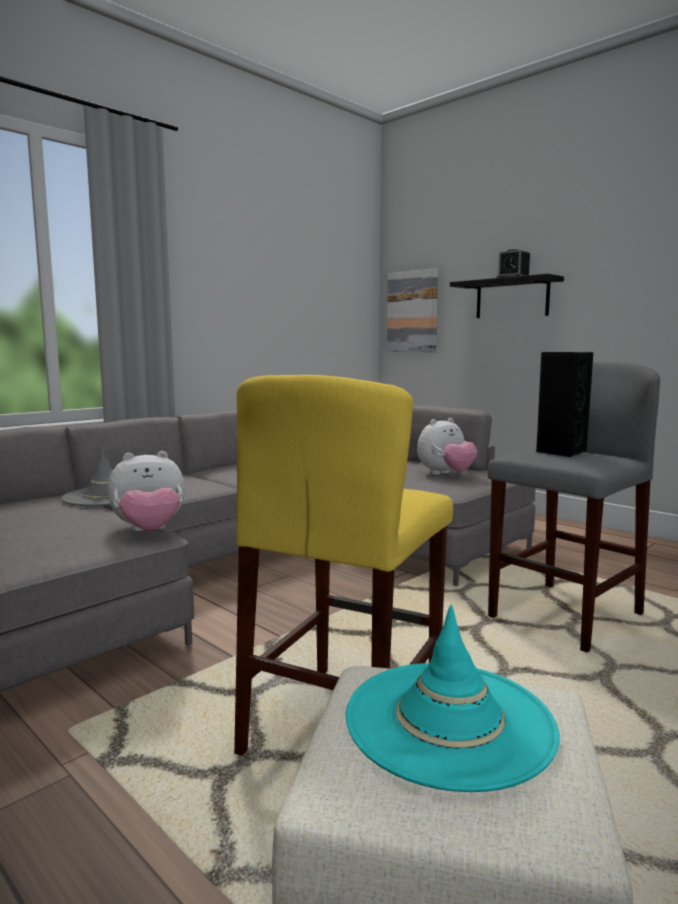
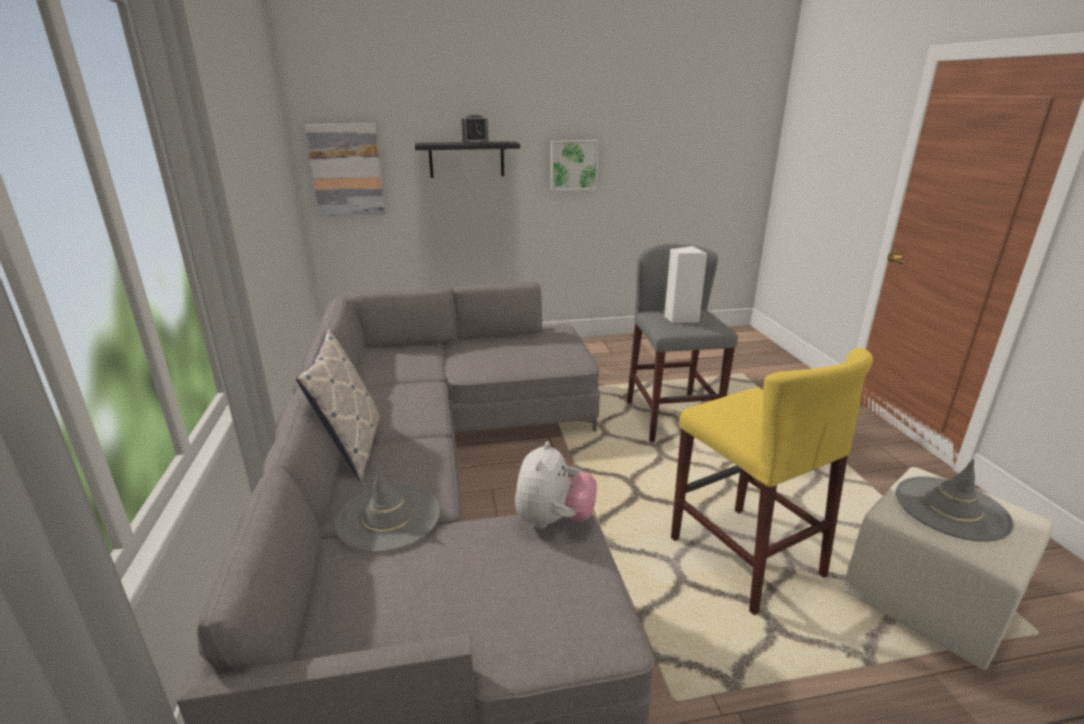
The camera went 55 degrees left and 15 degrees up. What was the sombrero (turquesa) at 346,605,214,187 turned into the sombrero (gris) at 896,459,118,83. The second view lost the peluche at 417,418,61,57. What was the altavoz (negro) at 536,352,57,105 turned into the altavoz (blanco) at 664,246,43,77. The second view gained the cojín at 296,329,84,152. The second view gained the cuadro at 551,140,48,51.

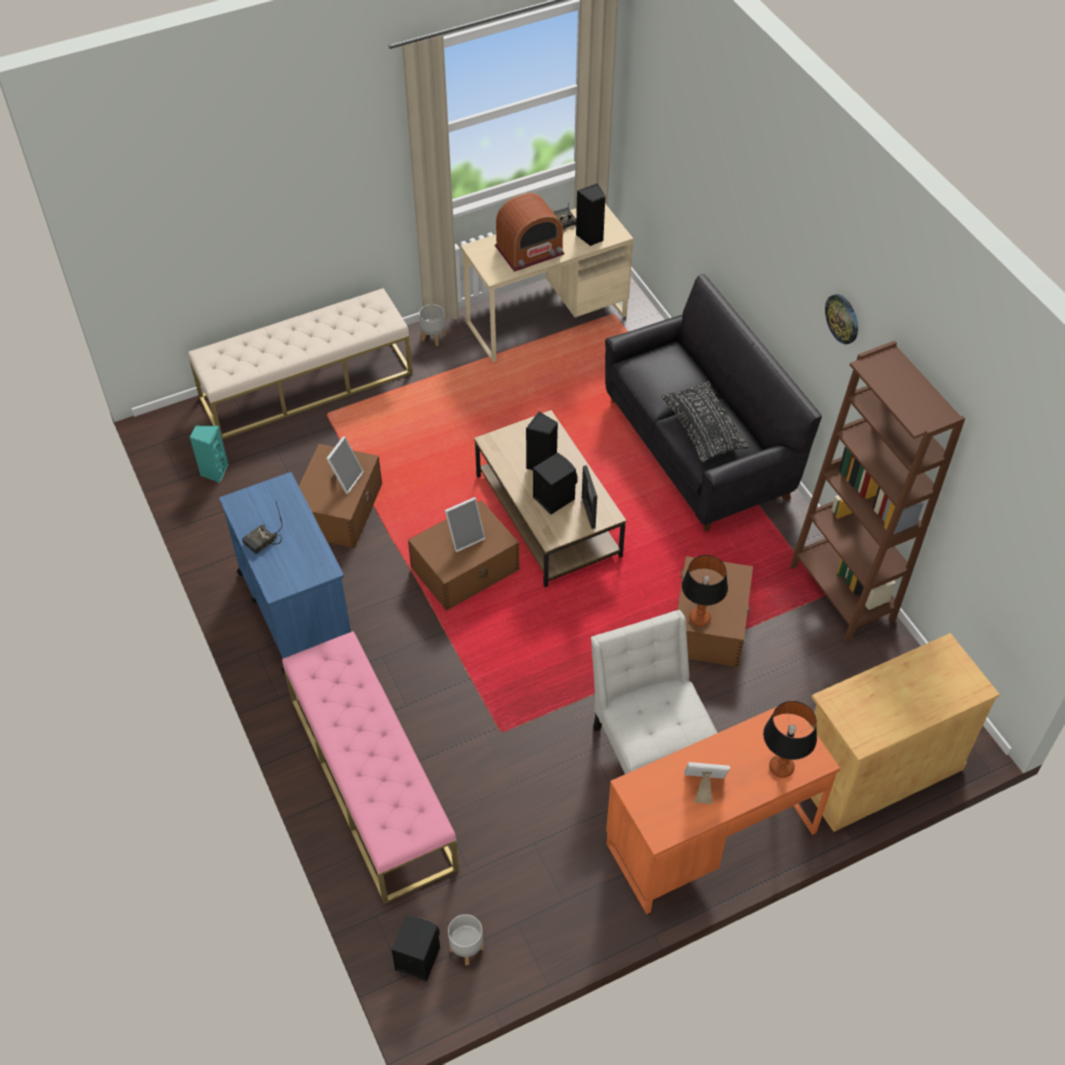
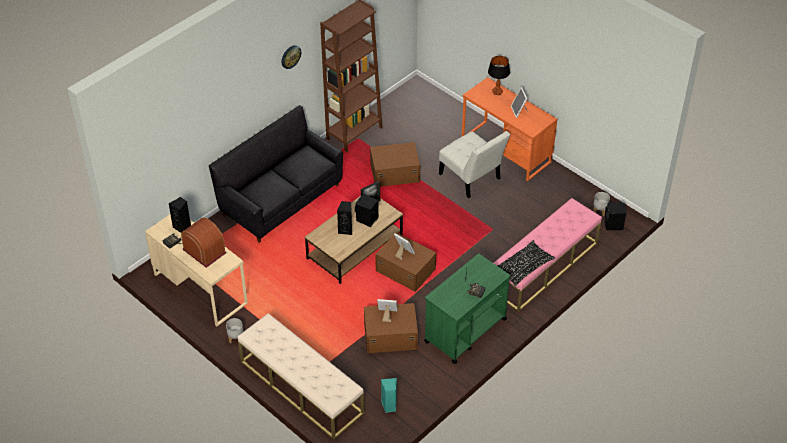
The camera went 110 degrees left and 5 degrees down. What was the carrito (azul) at 219,472,132,202 turned into the carrito (verde) at 424,254,86,110. The silla (blanco) at 591,610,127,164 ended up facing another way, 90 degrees counterclockwise from before. The cojín (negro) ended up elsewhere, having gone from 661,381,90,82 to 498,240,57,46. The second view lost the lámpara de mesa at 682,555,46,72. The second view lost the armario (beis) at 811,633,189,199.

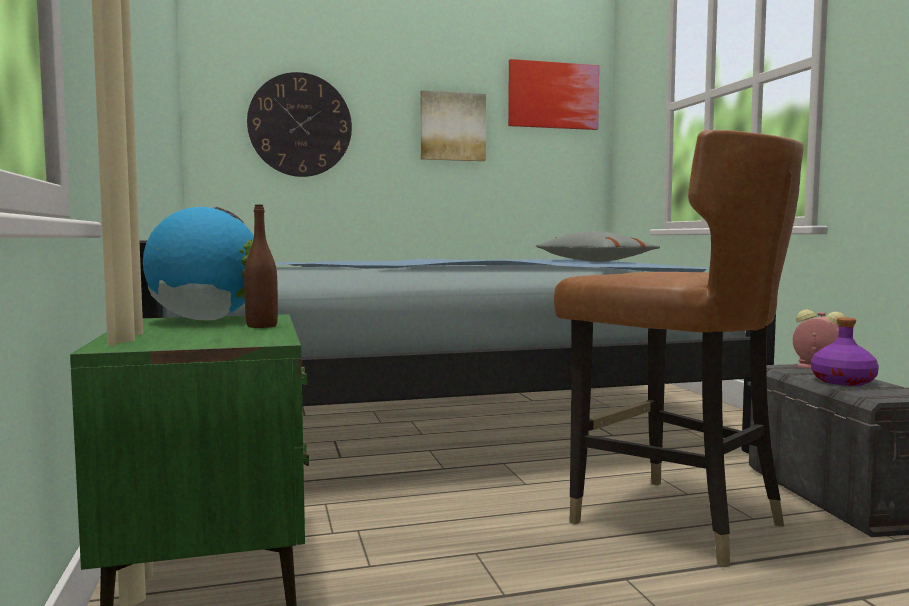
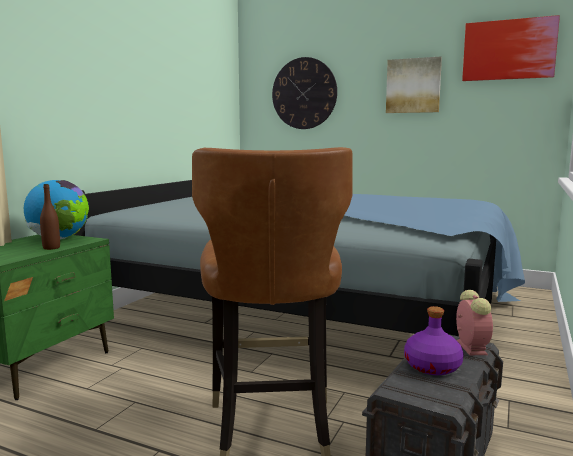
The camera went 40 degrees right and 5 degrees up. The second view lost the cojín (gris) at 536,231,124,31.

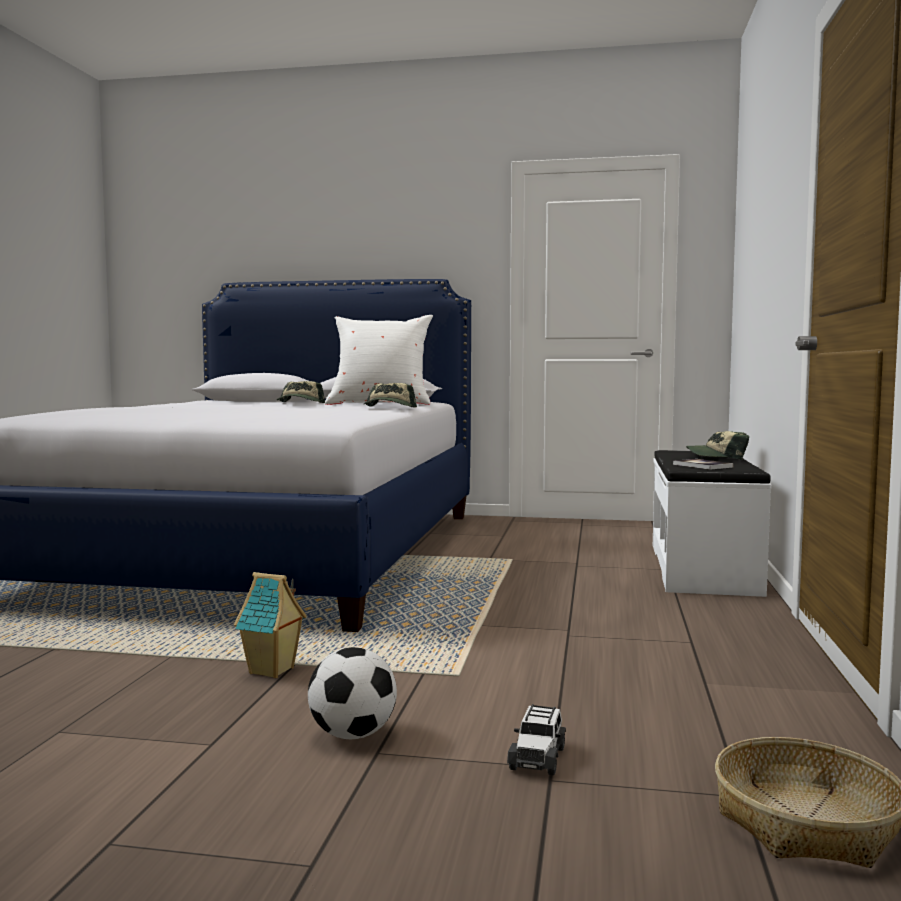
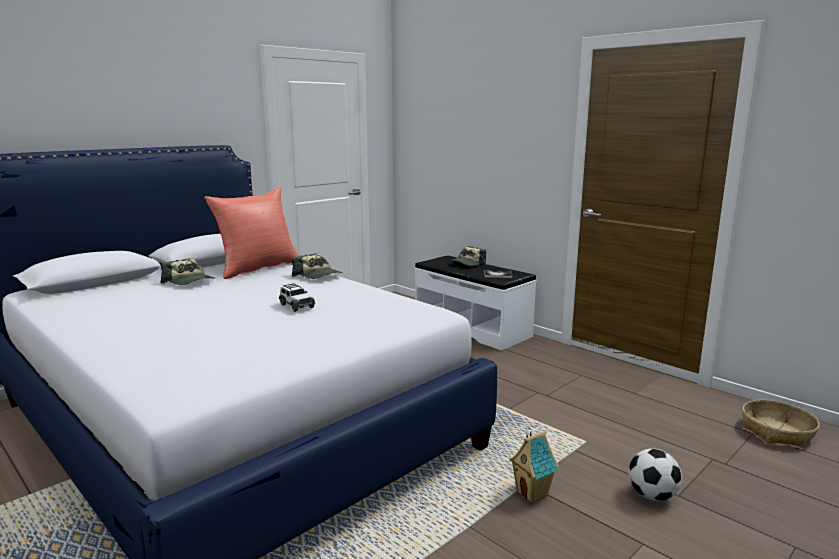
The camera went 55 degrees left and 10 degrees up. What was the cojín (blanco) at 325,315,108,90 turned into the cojín (rojo) at 204,187,95,92. The coche de juguete ended up elsewhere, having gone from 507,704,59,72 to 279,283,36,29.

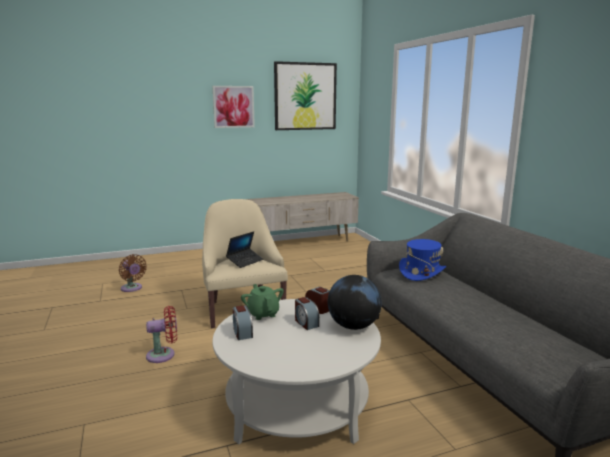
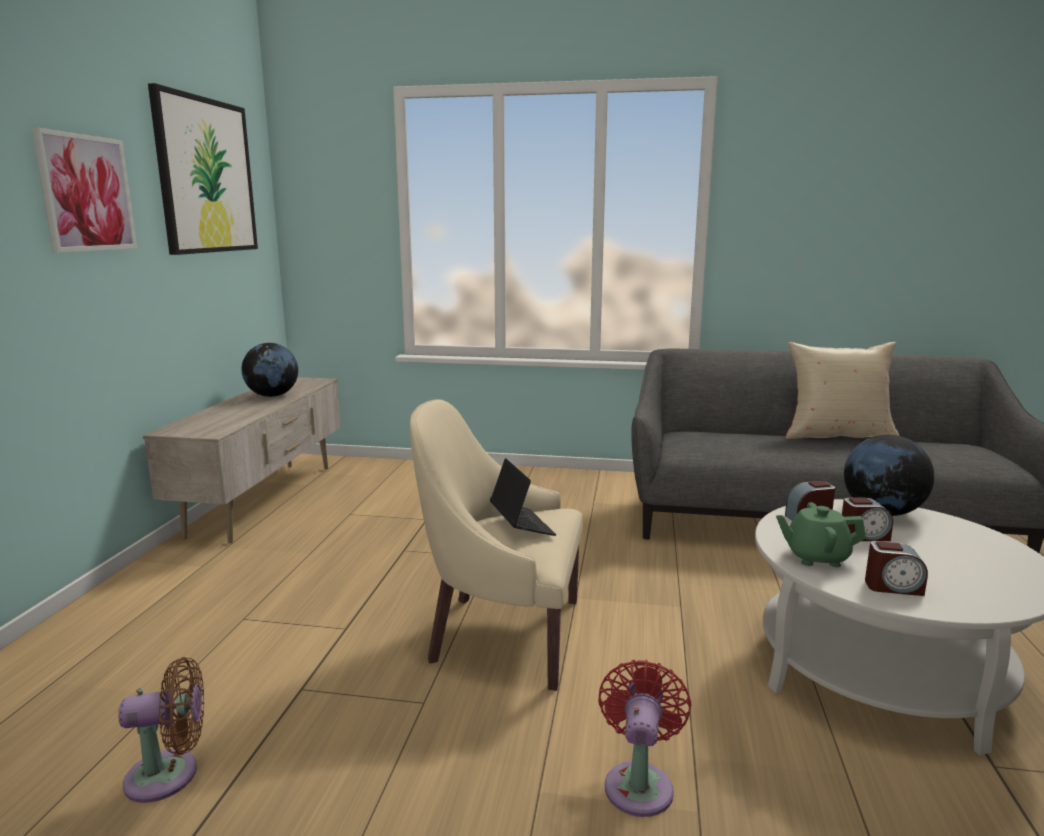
The camera went 60 degrees left and 0 degrees up. The second view lost the sombrero (azul) at 399,239,47,42. The second view gained the globo terráqueo at 241,343,57,54. The second view gained the cojín (beis) at 786,342,113,97.

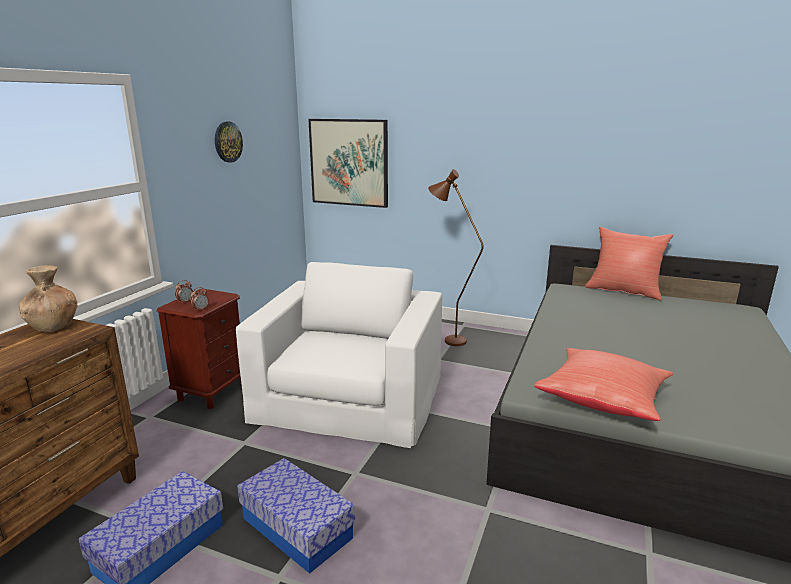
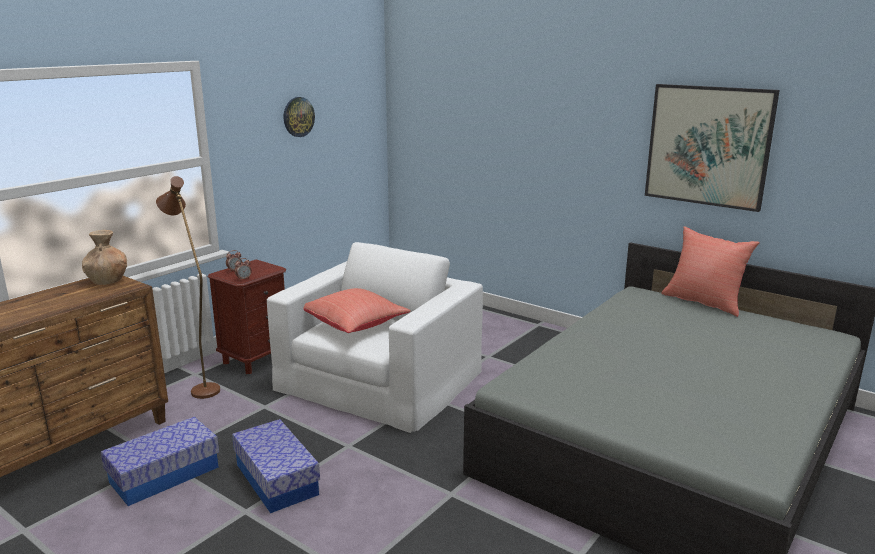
The camera went 15 degrees right and 0 degrees up. The cuadro ended up elsewhere, having gone from 308,119,80,89 to 645,84,135,128. The lámpara de pie (marrón) ended up elsewhere, having gone from 428,169,55,177 to 156,176,64,223. The cojín (rojo) ended up elsewhere, having gone from 534,348,139,73 to 303,288,108,45.

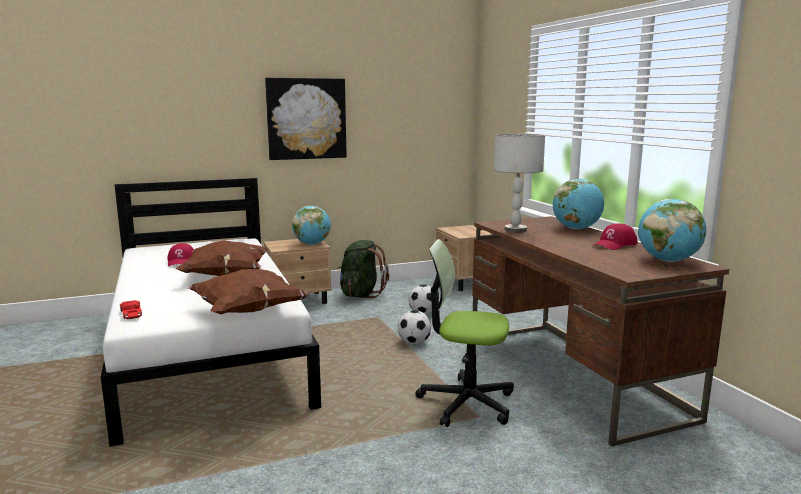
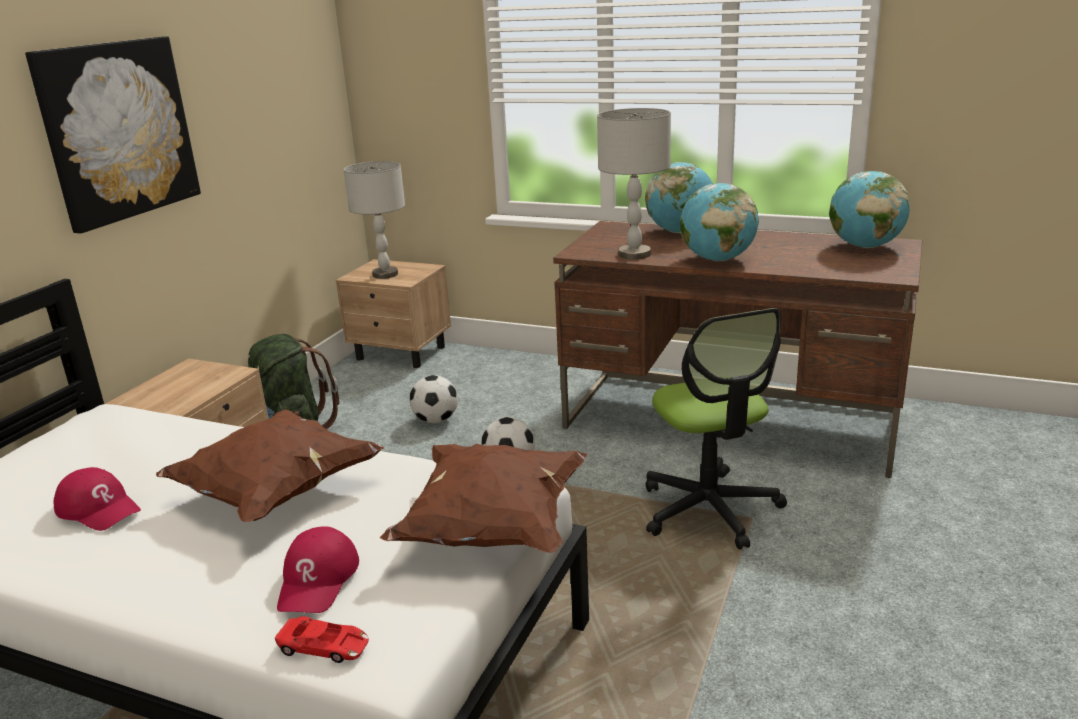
The camera went 45 degrees left and 10 degrees up. The globo terráqueo ended up elsewhere, having gone from 292,206,39,39 to 680,183,79,78. The silla de oficina at 415,239,99,188 ended up facing another way, 75 degrees counterclockwise from before. The gorra (rojo) ended up elsewhere, having gone from 592,223,45,27 to 277,526,82,87. The second view gained the lámpara de mesa (gris) at 343,161,62,118.

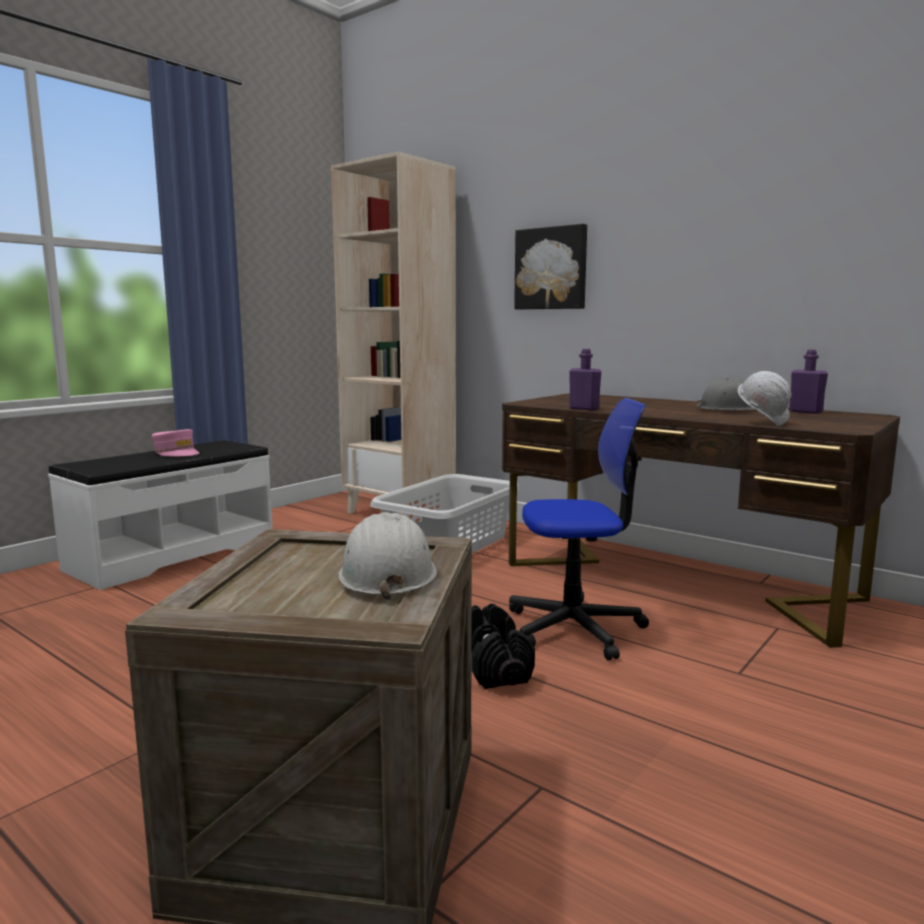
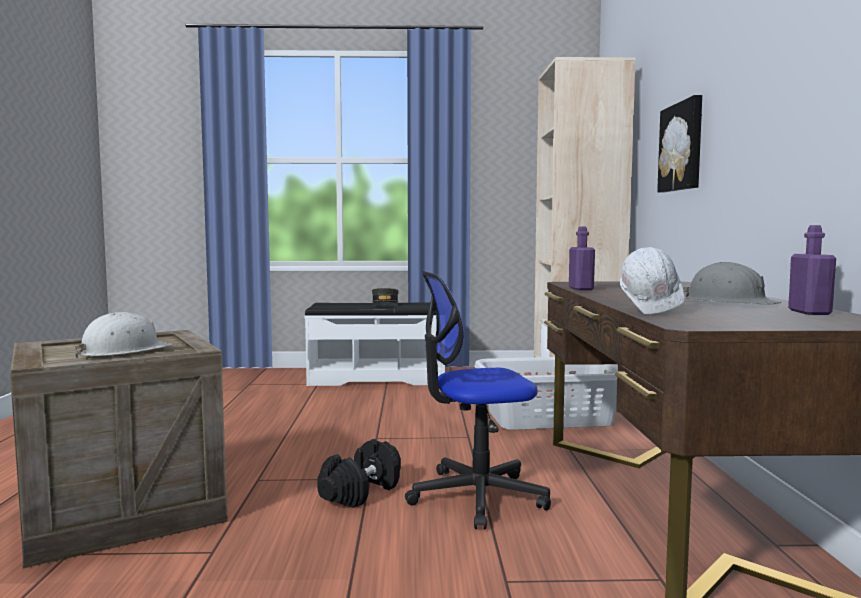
The camera went 50 degrees right and 5 degrees down. What was the gorra (rosa) at 152,429,47,27 turned into the gorra (gris) at 372,288,27,19. The silla de oficina at 509,398,140,263 ended up facing another way, 120 degrees clockwise from before.

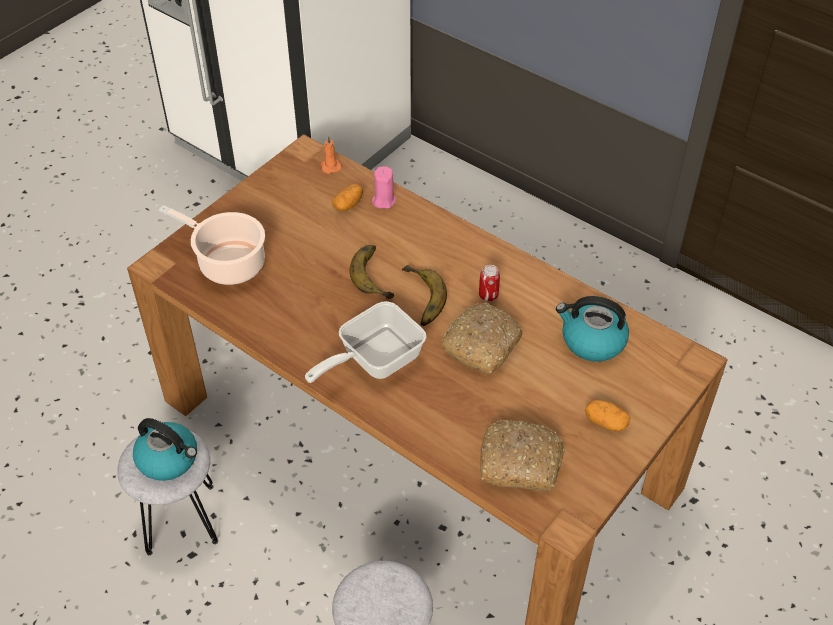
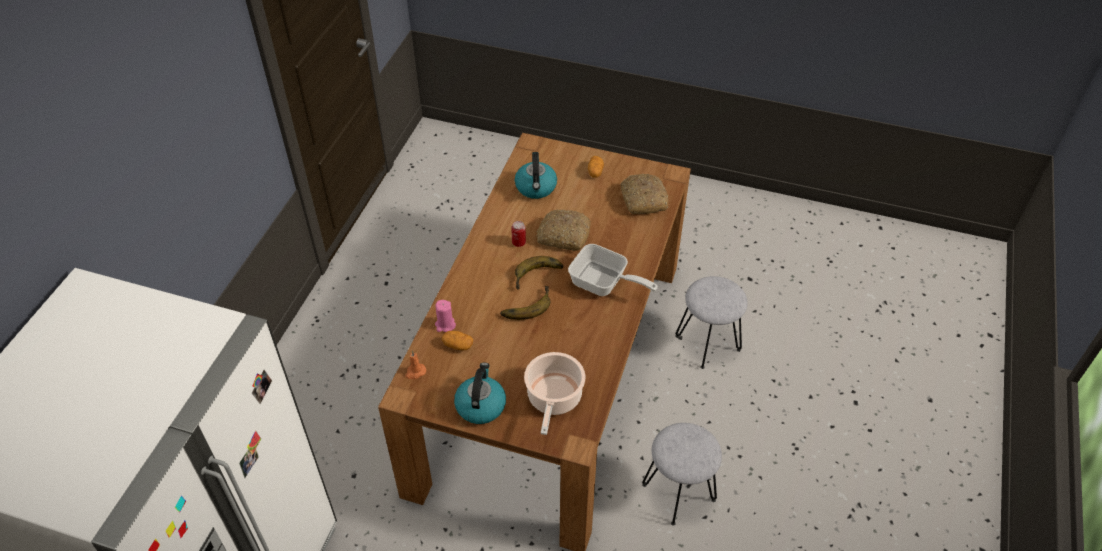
The camera went 110 degrees left and 0 degrees up. The hervidor ended up elsewhere, having gone from 133,418,64,63 to 454,362,52,62.

